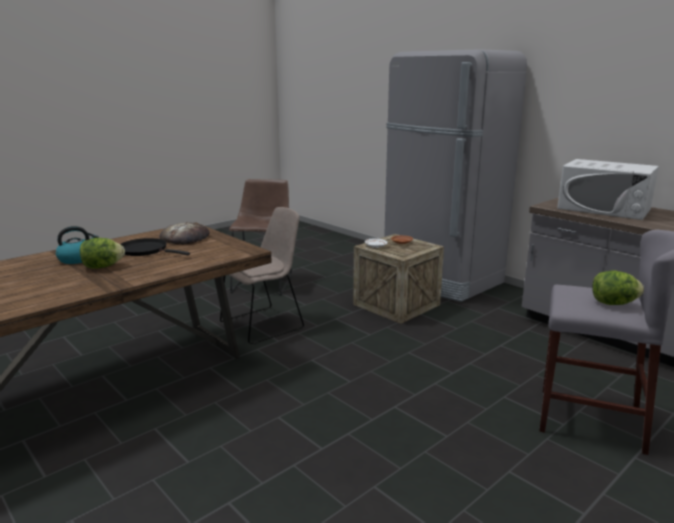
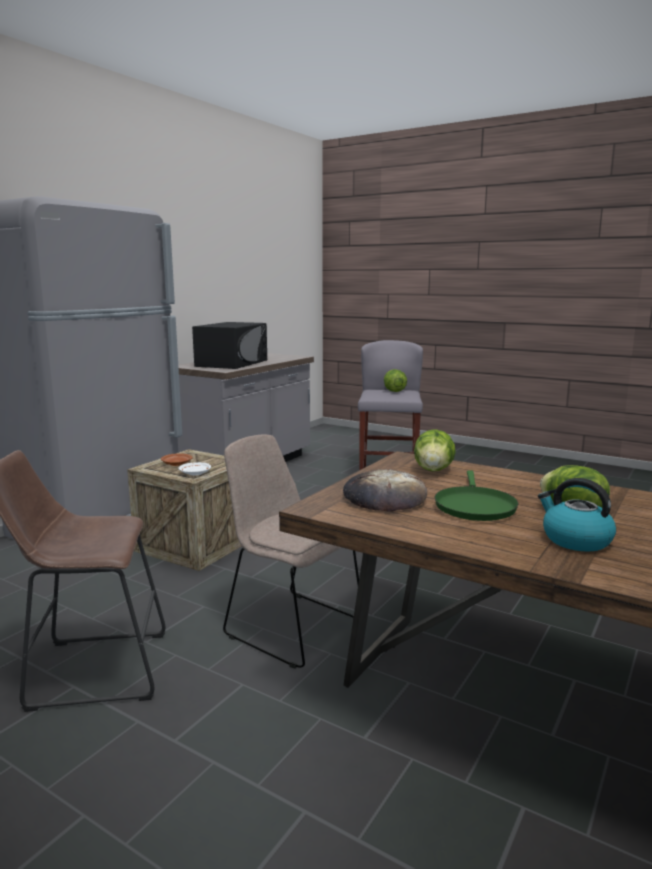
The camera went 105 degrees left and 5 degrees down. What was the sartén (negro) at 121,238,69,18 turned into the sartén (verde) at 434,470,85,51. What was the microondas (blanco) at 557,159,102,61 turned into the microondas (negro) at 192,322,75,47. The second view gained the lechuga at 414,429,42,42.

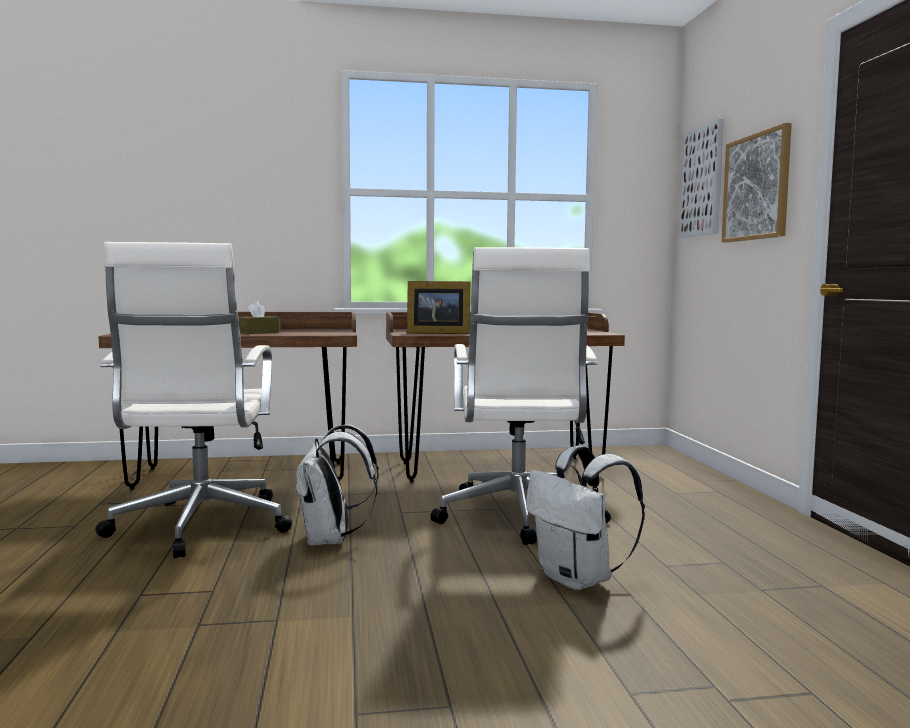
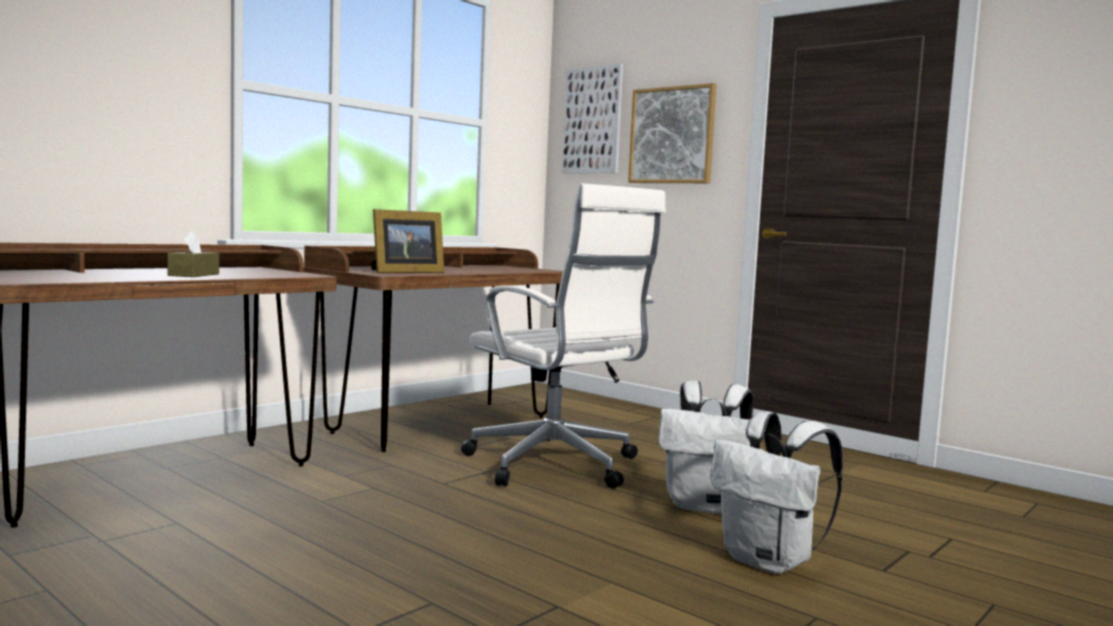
The camera went 40 degrees left and 0 degrees up. The second view lost the silla de oficina (blanco) at 95,242,197,316. The mochila (blanco) ended up elsewhere, having gone from 294,424,85,121 to 710,411,133,163.

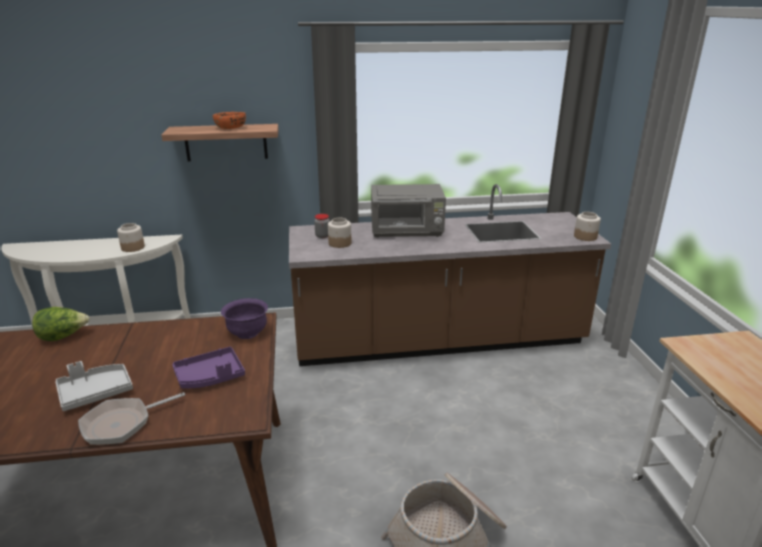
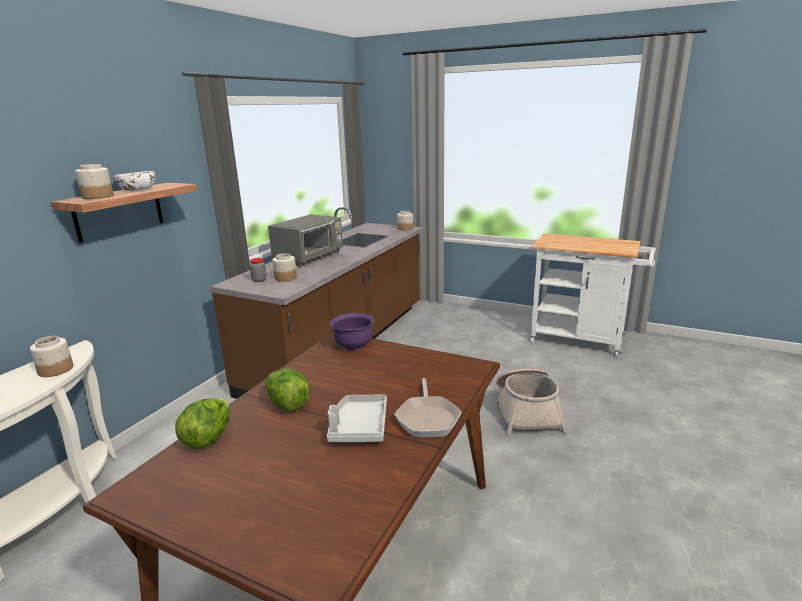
The camera went 55 degrees left and 5 degrees down. The second view lost the bandeja (morado) at 172,347,73,41. What was the cuenco (naranja) at 213,112,33,17 turned into the cuenco (blanco) at 114,171,41,20. The second view gained the tarro at 75,164,39,35. The second view gained the lechuga at 266,368,44,43.

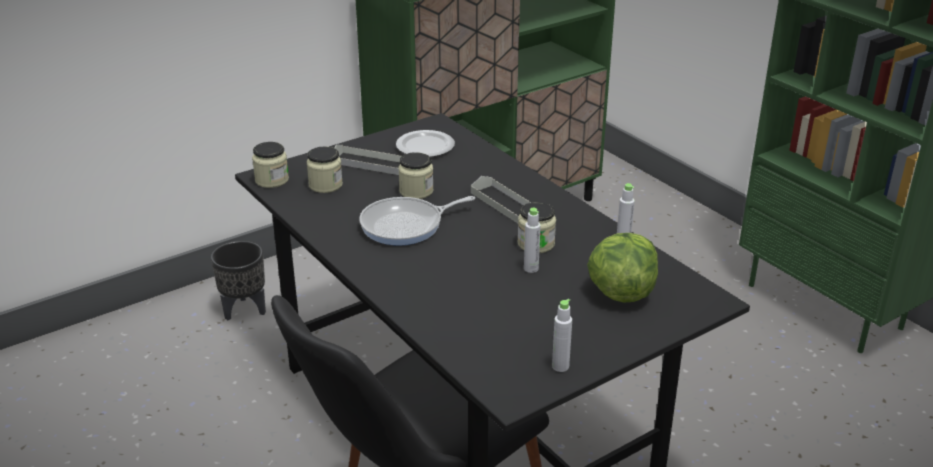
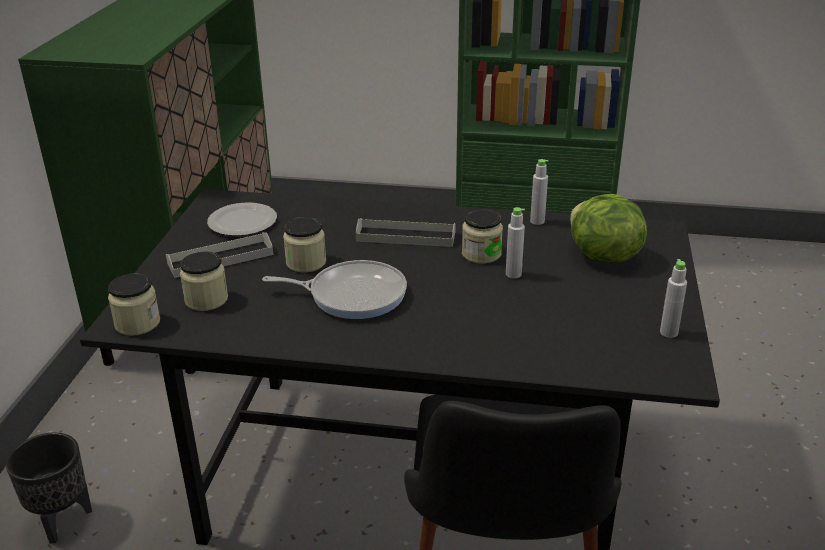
The camera went 45 degrees left and 0 degrees up. The sartén at 359,196,116,50 ended up facing another way, 105 degrees counterclockwise from before.

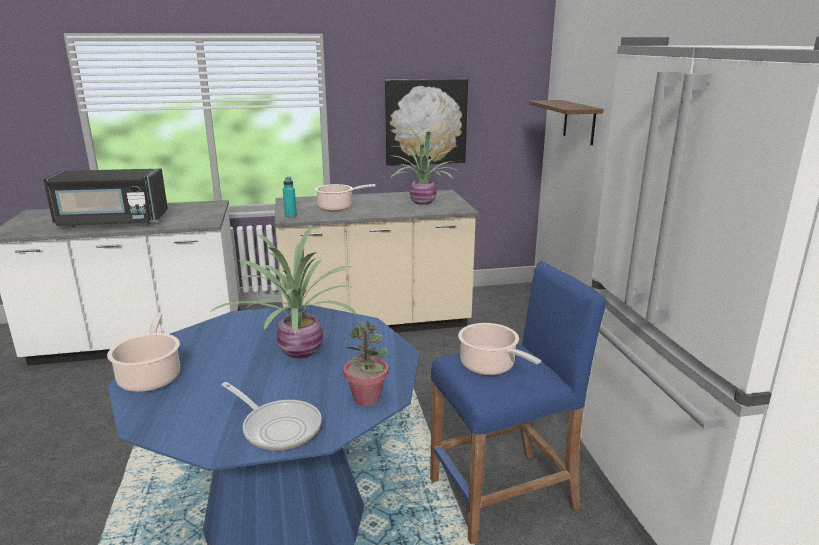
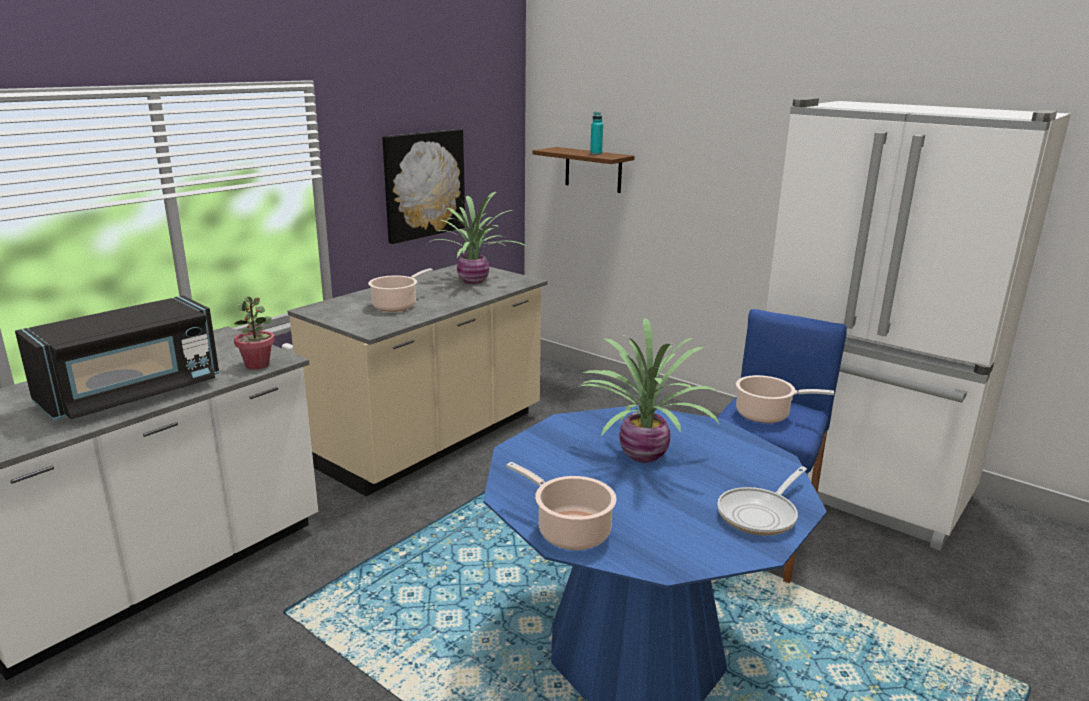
The camera went 40 degrees left and 0 degrees up. The sartén at 221,382,101,69 ended up facing another way, 135 degrees clockwise from before. The botella (turquesa) ended up elsewhere, having gone from 283,176,14,42 to 590,112,13,43. The planta en maceta ended up elsewhere, having gone from 343,321,46,85 to 234,297,41,73.

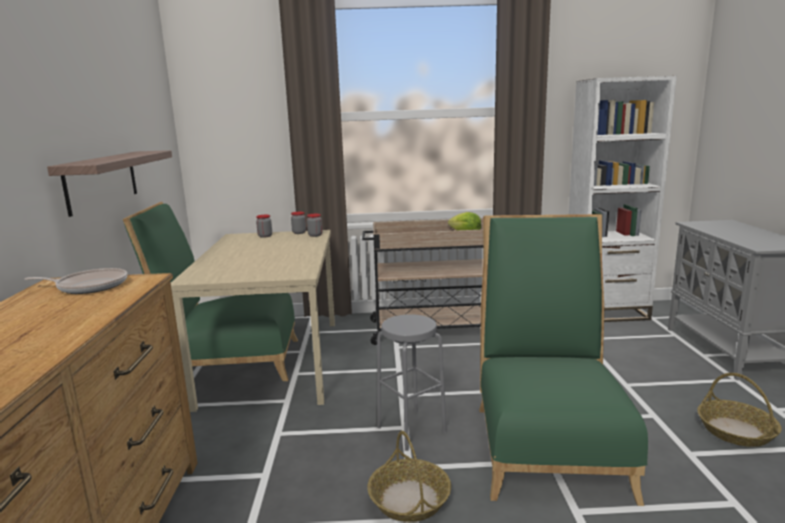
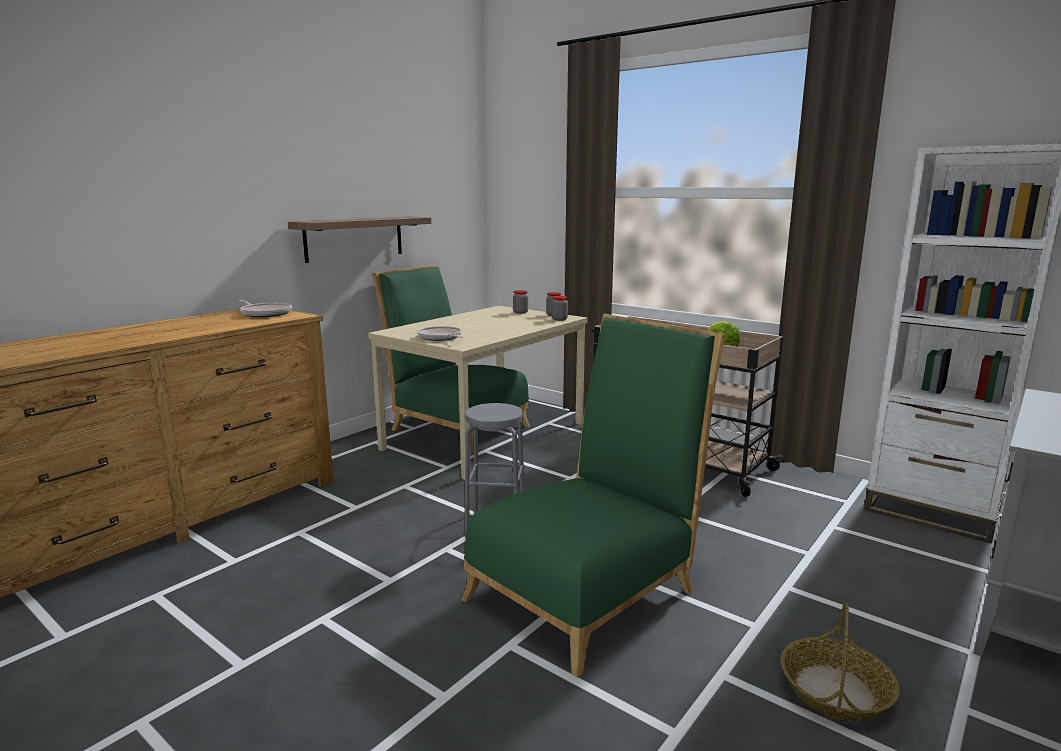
The camera went 40 degrees right and 0 degrees up. The second view lost the cesta at 367,431,84,91. The second view gained the sartén at 417,326,46,15.

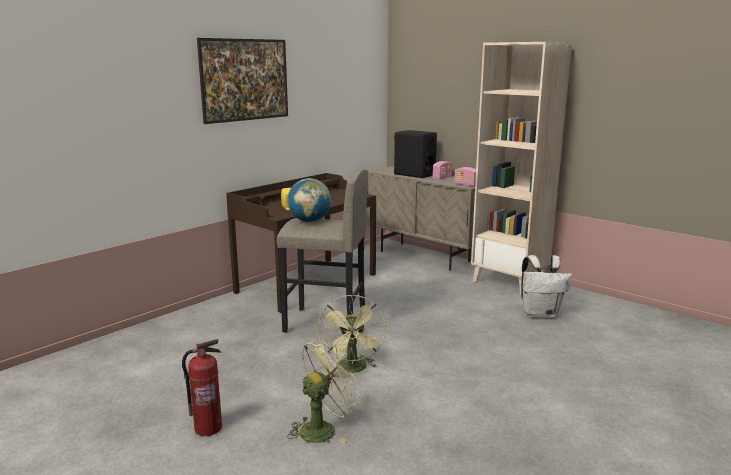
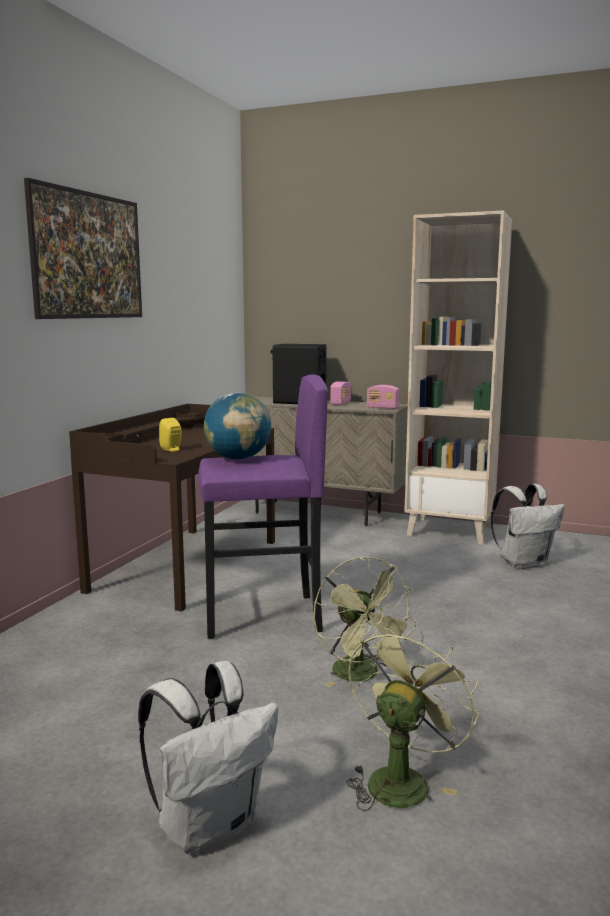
The camera went 20 degrees left and 5 degrees down. Where the extintor stood at 182,339,40,97, the mochila (blanco) came to stand at 138,661,140,194. What was the taburete (gris) at 277,169,91,164 turned into the taburete (morado) at 198,374,130,265.

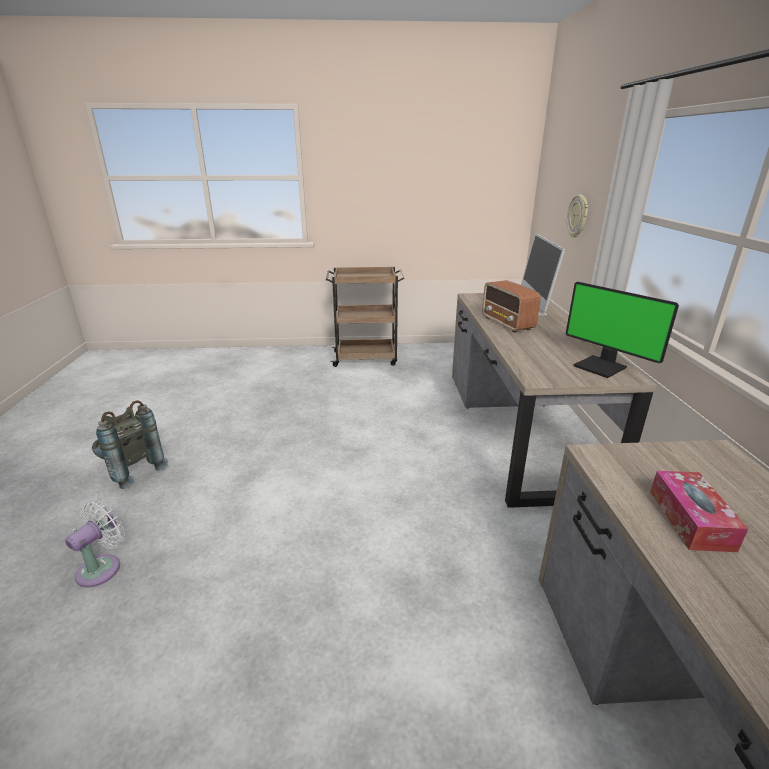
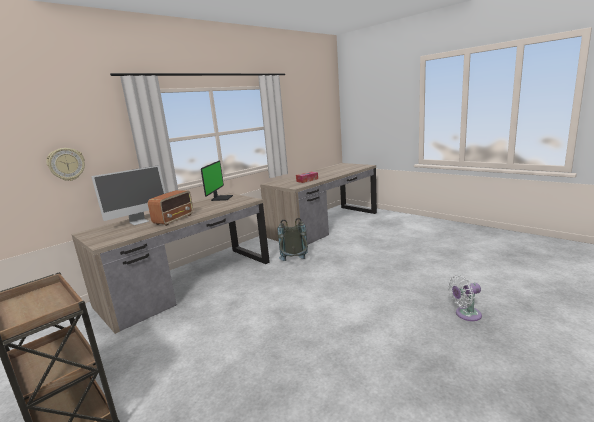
The camera went 130 degrees left and 10 degrees down. The mochila (gris) ended up elsewhere, having gone from 92,401,76,88 to 278,218,30,43.

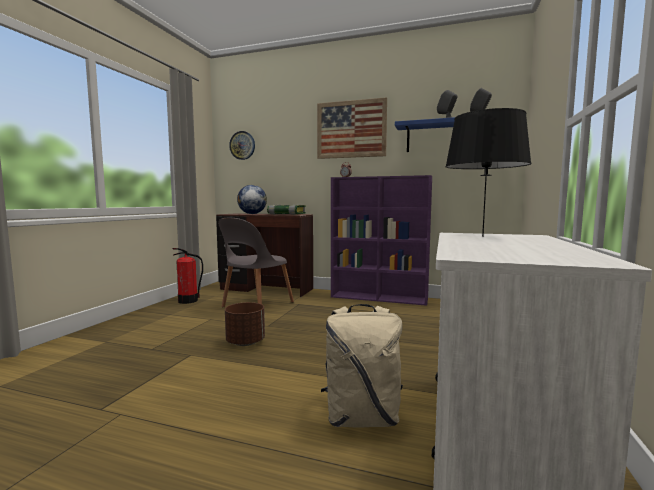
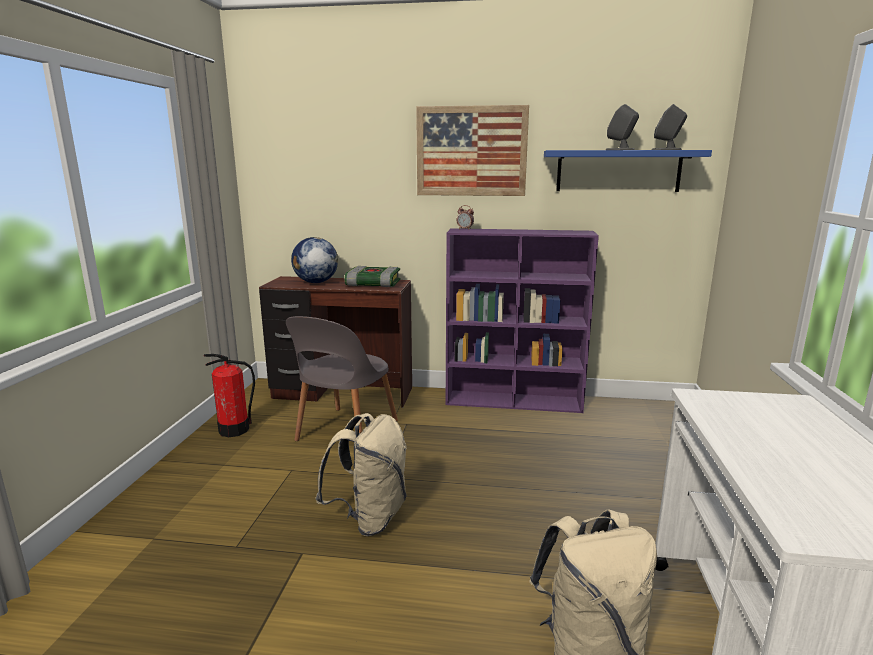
The camera went 10 degrees left and 10 degrees up. Where the maceta (marrón) stood at 225,302,40,44, the mochila (beis) came to stand at 316,413,91,123. The second view lost the reloj de pared at 229,131,26,29. The second view lost the lámpara de mesa (negro) at 445,108,87,129.

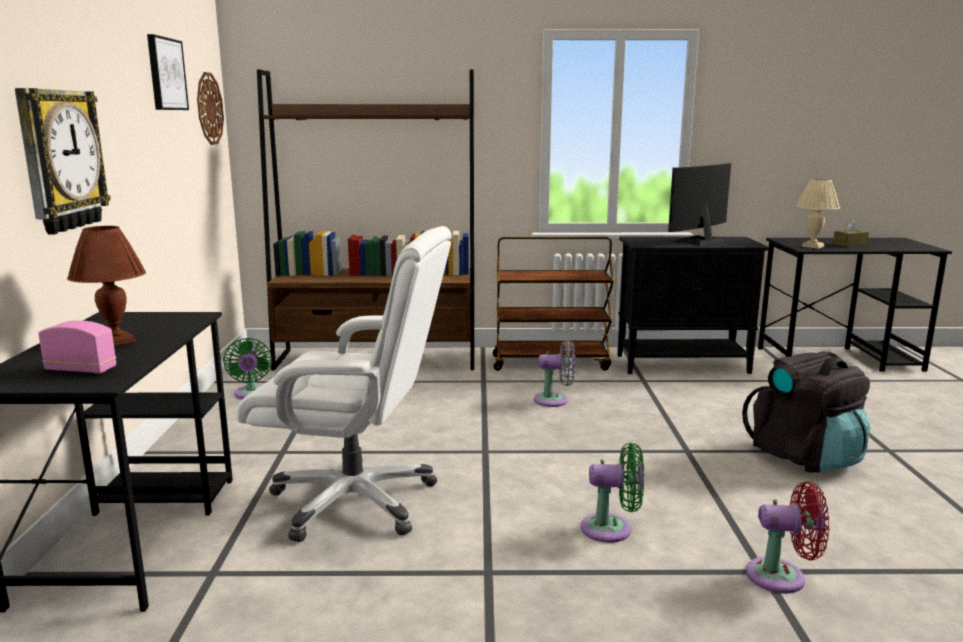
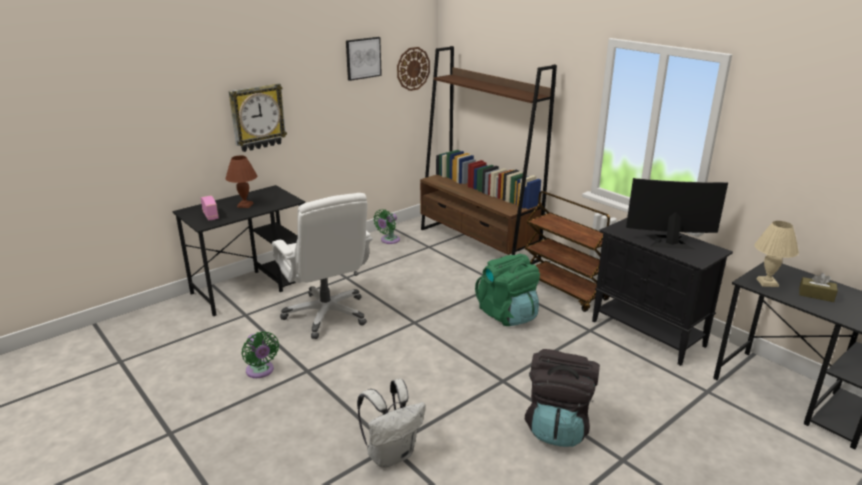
The camera went 50 degrees right and 10 degrees up. Where the ventilador (gris) stood at 534,339,41,68, the mochila (verde) came to stand at 475,254,65,72. The ventilador (verde) ended up elsewhere, having gone from 581,443,63,100 to 241,331,38,47. Where the ventilador (rojo) stood at 746,481,83,112, the mochila (blanco) came to stand at 357,379,69,89.

